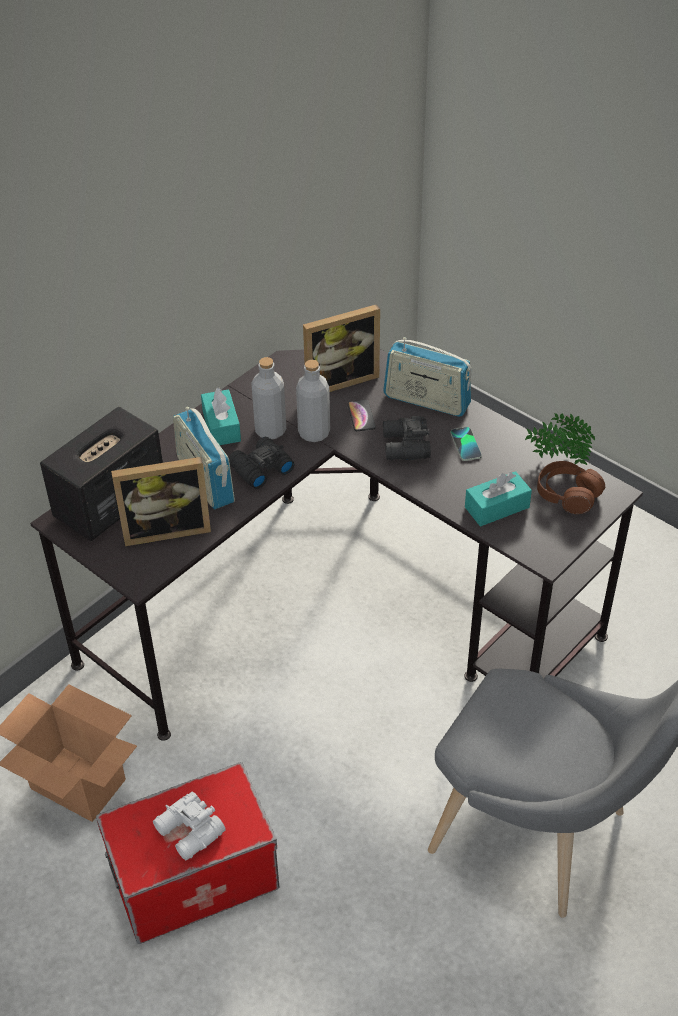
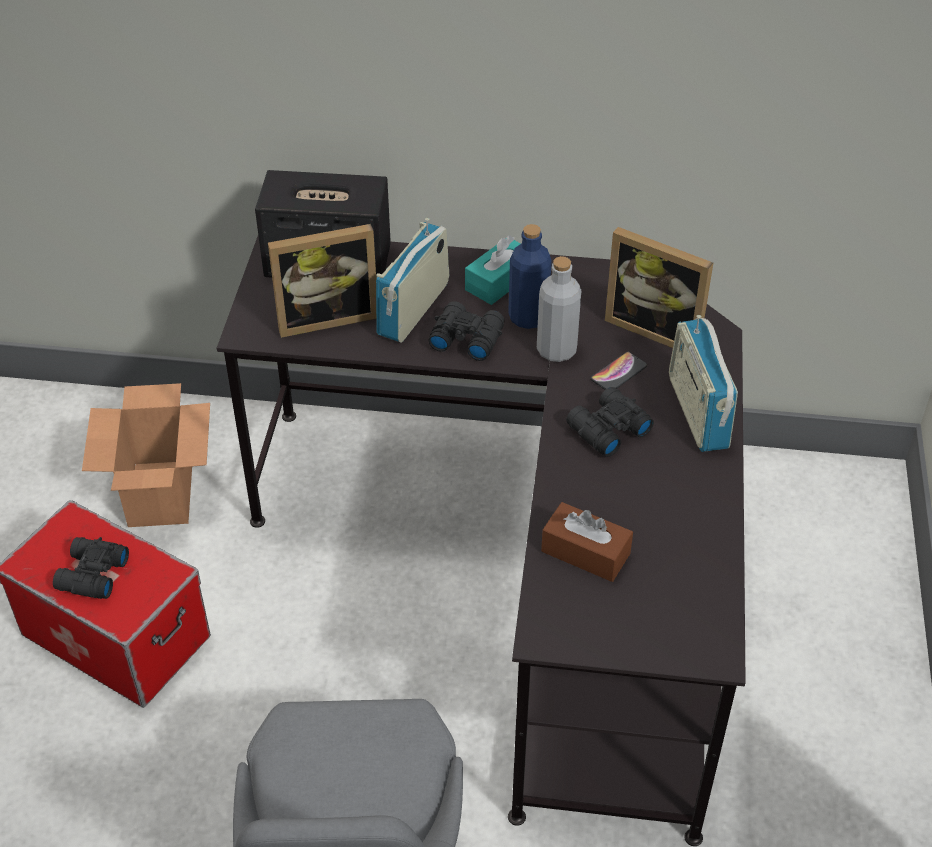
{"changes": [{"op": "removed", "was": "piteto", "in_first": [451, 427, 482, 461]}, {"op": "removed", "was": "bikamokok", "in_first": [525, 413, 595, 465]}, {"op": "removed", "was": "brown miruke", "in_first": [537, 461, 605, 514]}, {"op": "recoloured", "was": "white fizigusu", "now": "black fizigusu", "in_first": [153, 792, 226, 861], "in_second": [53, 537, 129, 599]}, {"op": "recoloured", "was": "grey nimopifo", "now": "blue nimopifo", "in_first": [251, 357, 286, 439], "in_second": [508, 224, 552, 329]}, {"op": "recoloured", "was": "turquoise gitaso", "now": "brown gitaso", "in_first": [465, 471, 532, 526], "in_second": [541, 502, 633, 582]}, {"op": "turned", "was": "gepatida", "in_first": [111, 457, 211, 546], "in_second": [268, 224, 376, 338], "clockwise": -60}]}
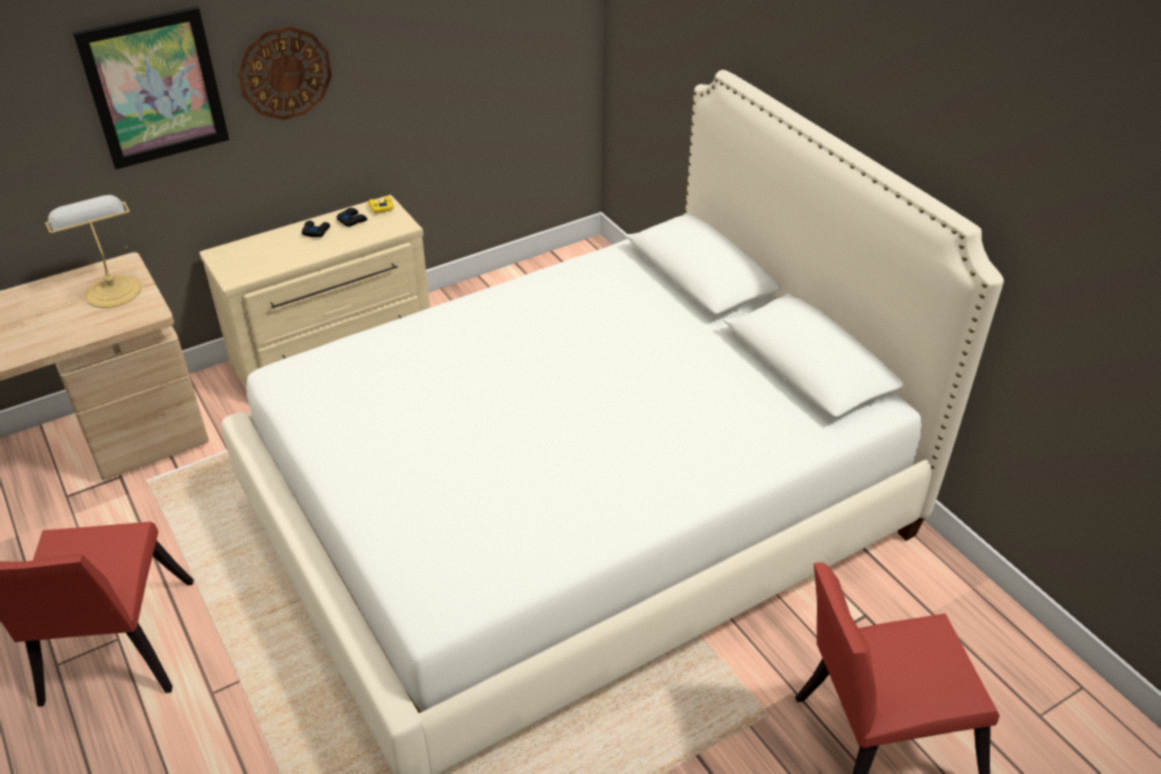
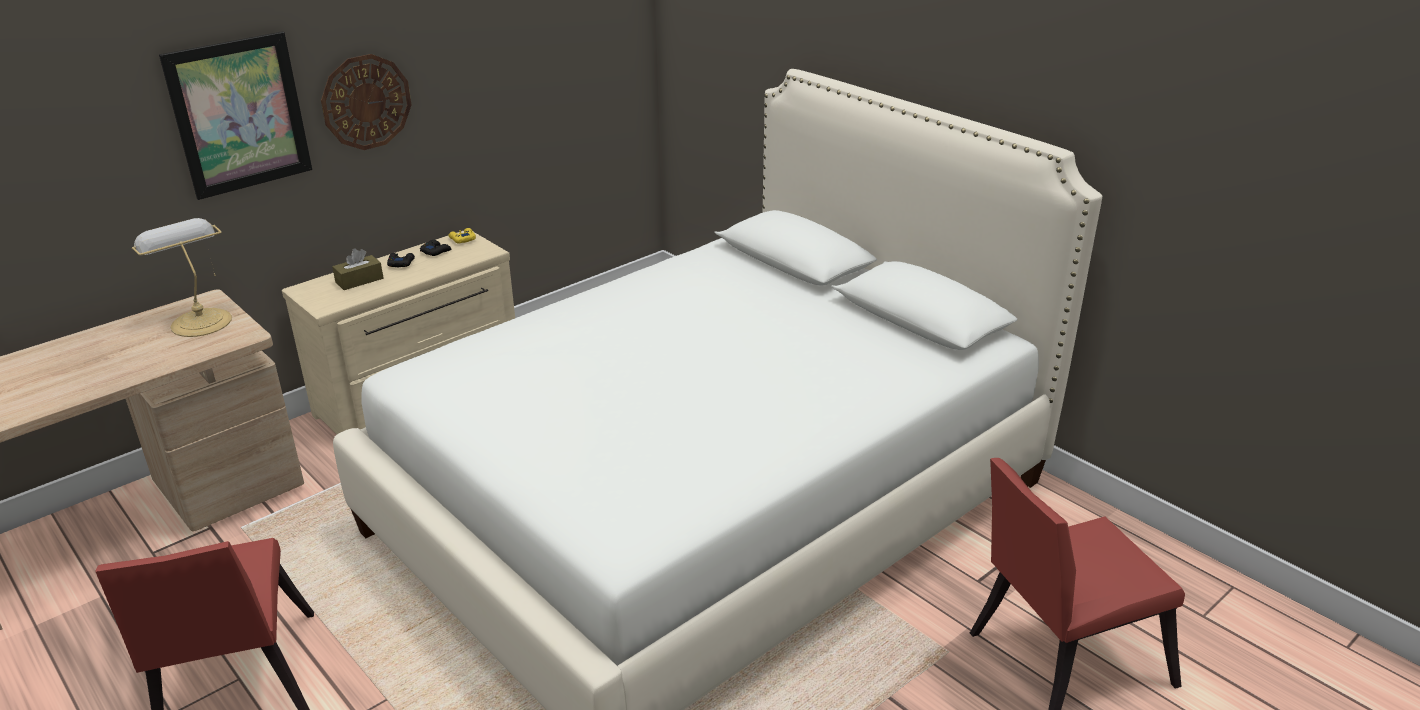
{"changes": [{"op": "added", "now": "brown gitaso", "in_second": [332, 249, 383, 290]}]}
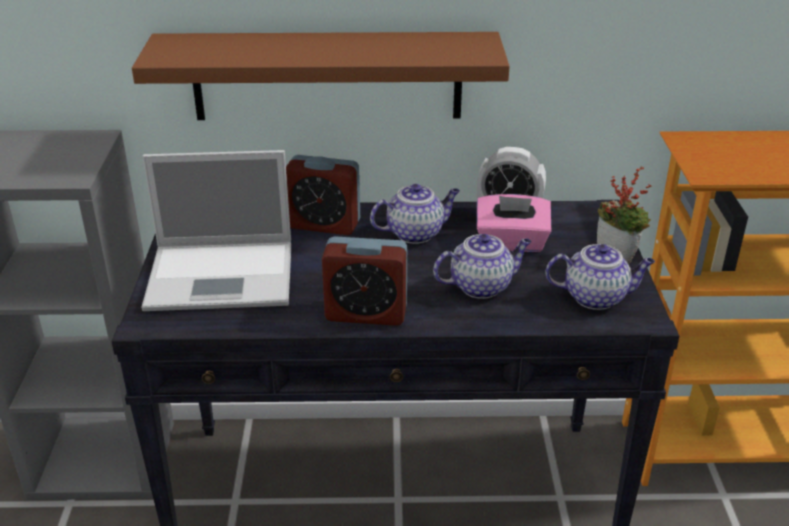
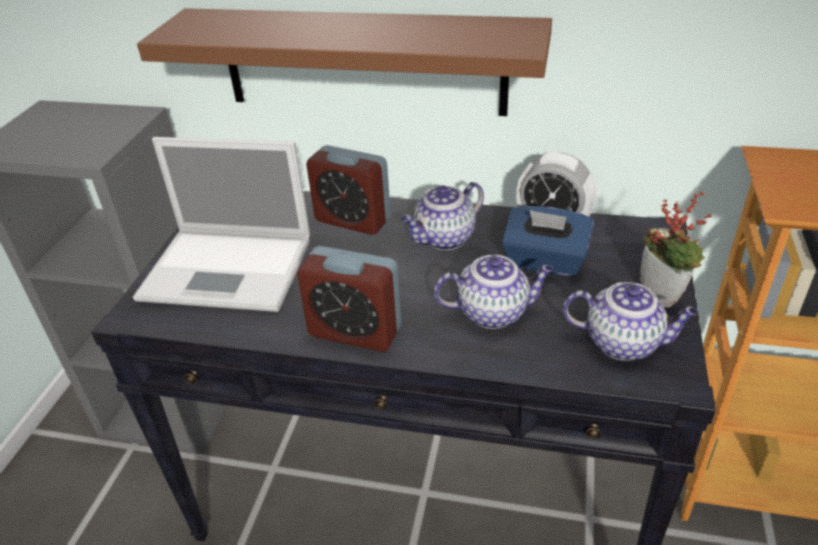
{"changes": [{"op": "recoloured", "was": "pink gitaso", "now": "blue gitaso", "in_first": [477, 194, 551, 252], "in_second": [502, 206, 594, 276]}, {"op": "turned", "was": "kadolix", "in_first": [370, 184, 460, 244], "in_second": [401, 182, 484, 250], "clockwise": 150}]}
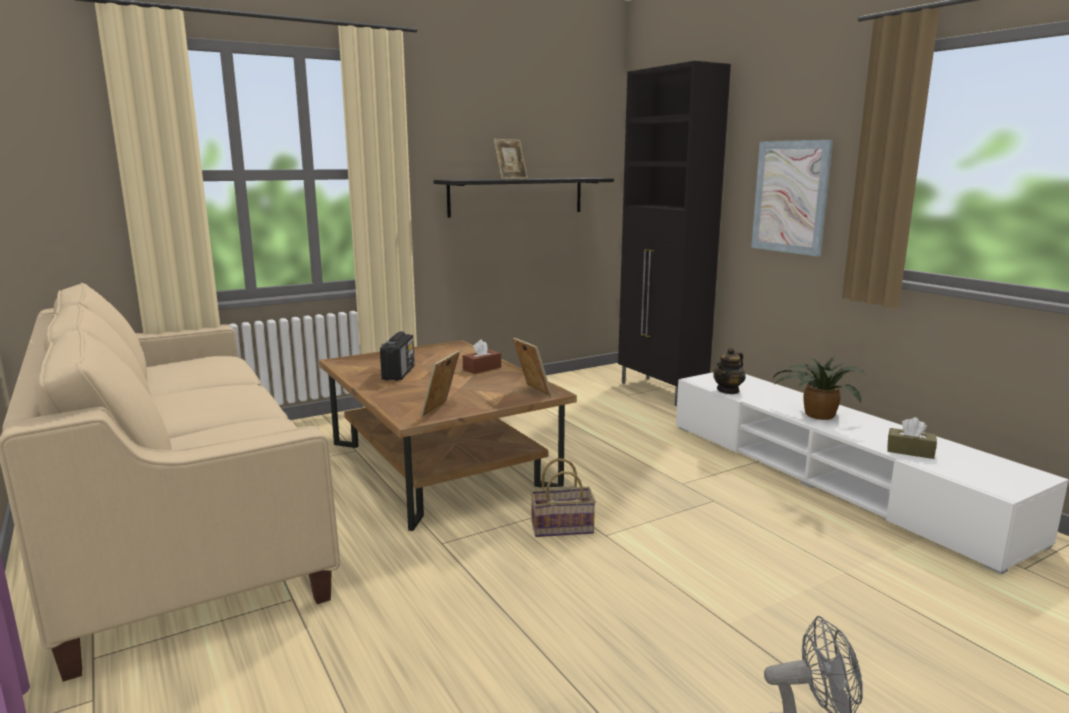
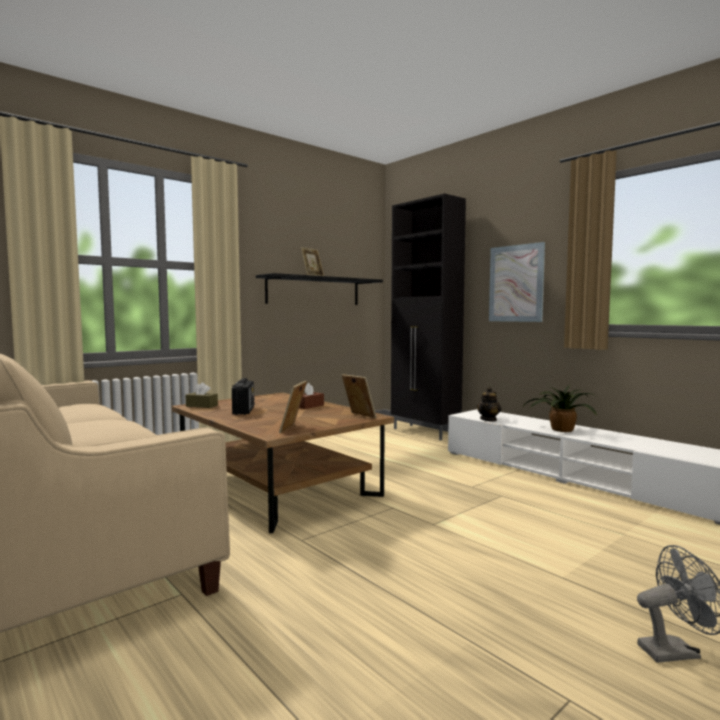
{"changes": [{"op": "removed", "was": "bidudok", "in_first": [530, 458, 596, 537]}, {"op": "moved", "was": "brown gitaso", "in_first": [887, 417, 937, 459], "in_second": [186, 382, 218, 408]}]}
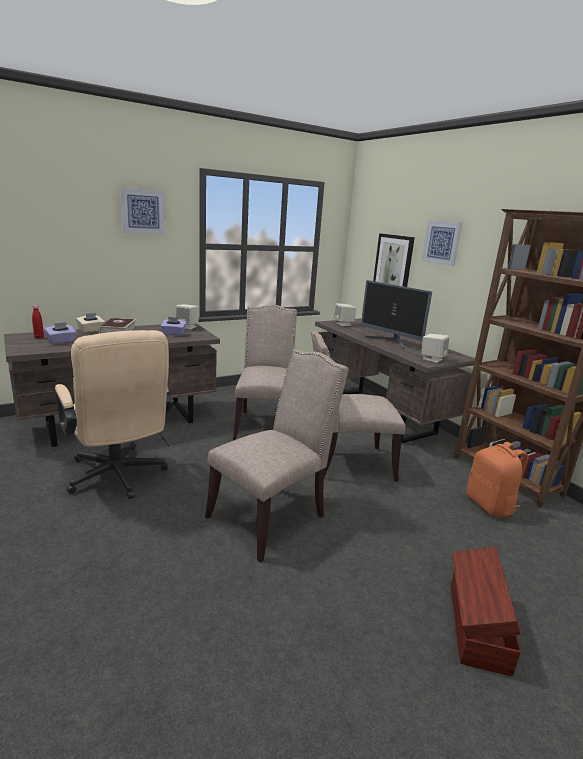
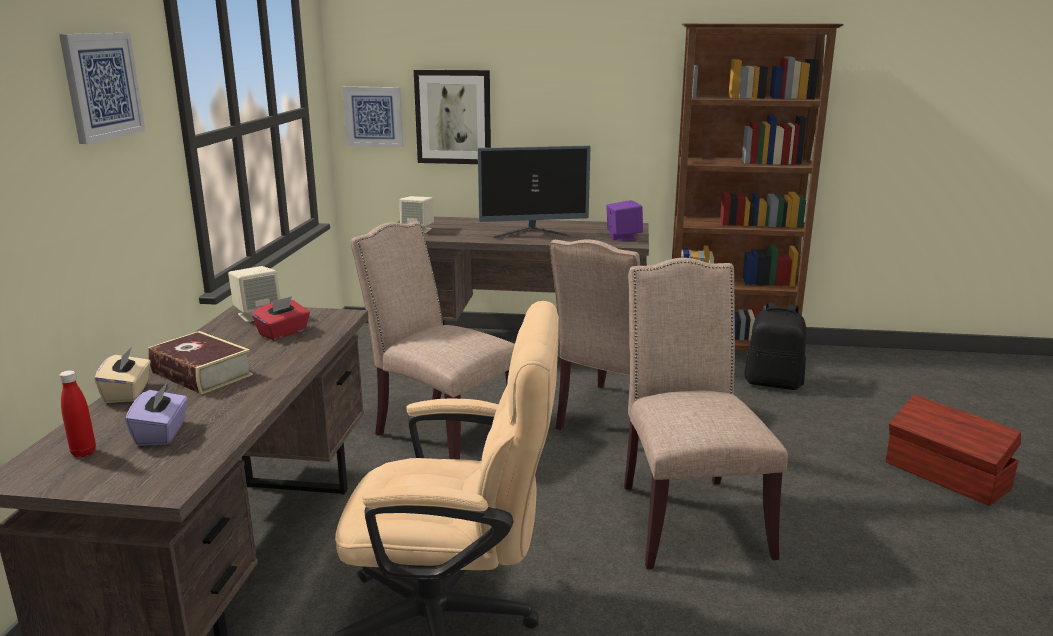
{"changes": [{"op": "moved", "was": "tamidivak", "in_first": [422, 220, 463, 266], "in_second": [342, 87, 403, 147]}, {"op": "recoloured", "was": "purple gitaso", "now": "red gitaso", "in_first": [161, 317, 187, 336], "in_second": [252, 296, 310, 340]}, {"op": "recoloured", "was": "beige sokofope", "now": "purple sokofope", "in_first": [421, 334, 449, 363], "in_second": [606, 200, 643, 241]}, {"op": "recoloured", "was": "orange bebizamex", "now": "black bebizamex", "in_first": [467, 442, 528, 518], "in_second": [744, 303, 806, 390]}]}
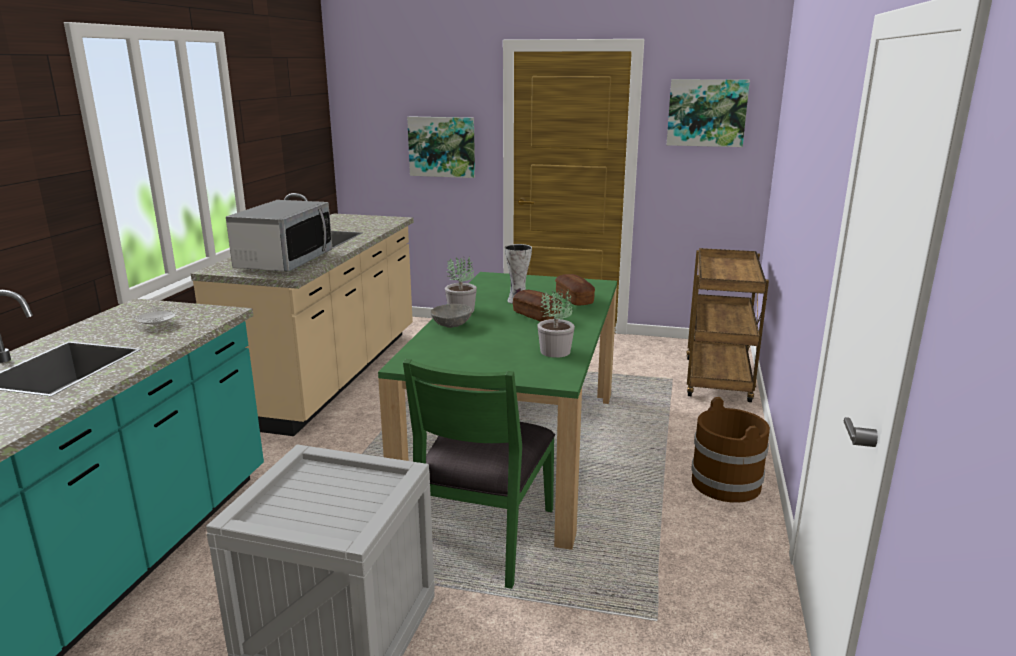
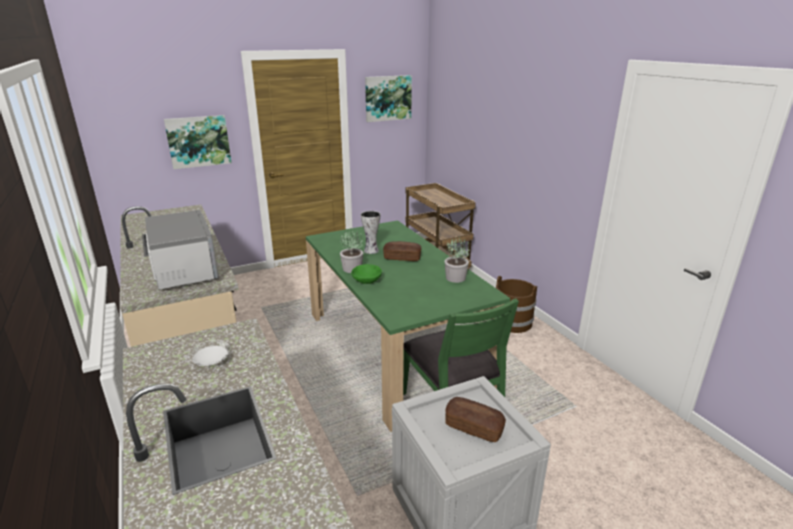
{"changes": [{"op": "moved", "was": "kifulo", "in_first": [555, 274, 595, 305], "in_second": [445, 397, 506, 442]}, {"op": "recoloured", "was": "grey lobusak", "now": "green lobusak", "in_first": [430, 304, 472, 328], "in_second": [351, 264, 382, 284]}]}
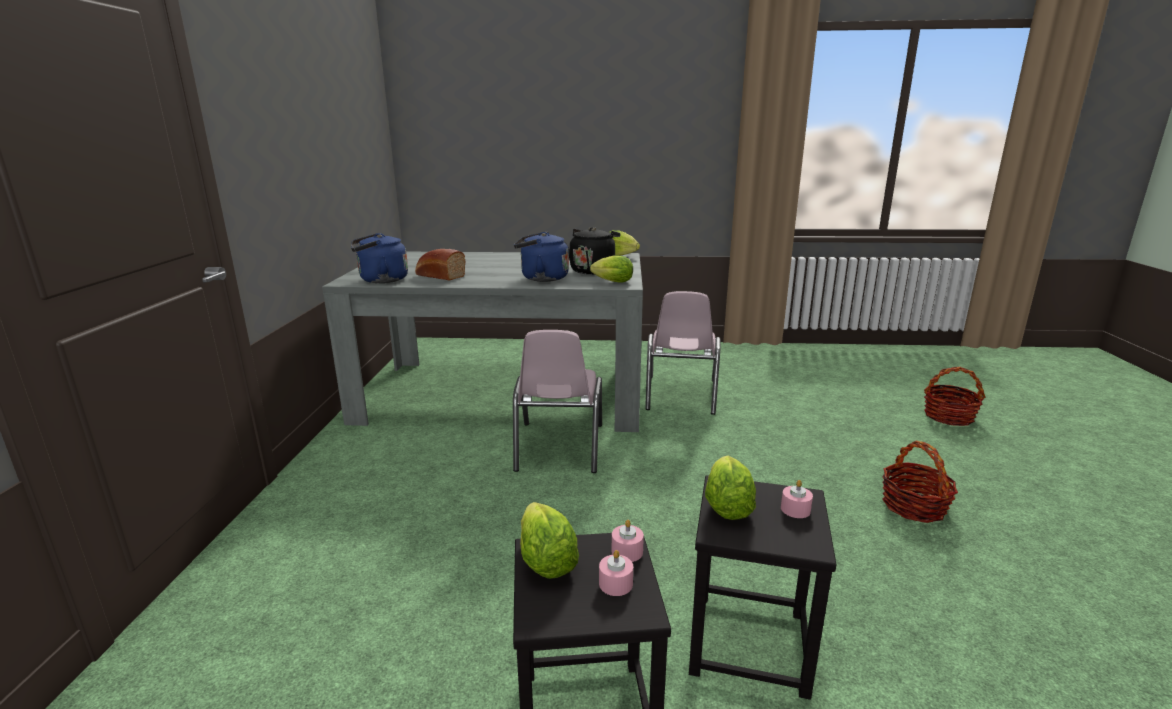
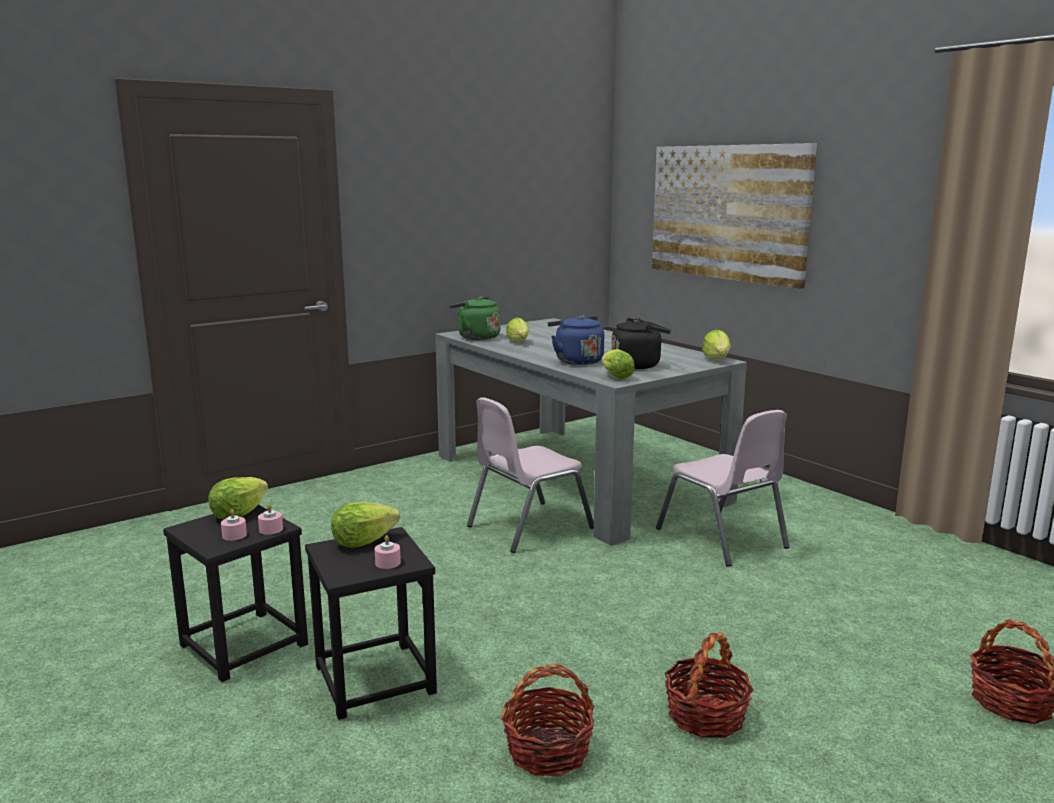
{"changes": [{"op": "added", "now": "bidudok", "in_second": [501, 664, 595, 777]}, {"op": "added", "now": "tamidivak", "in_second": [652, 143, 817, 289]}, {"op": "replaced", "was": "kifulo", "now": "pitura", "in_first": [415, 249, 465, 281], "in_second": [506, 318, 529, 342]}, {"op": "recoloured", "was": "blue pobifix", "now": "green pobifix", "in_first": [351, 233, 408, 283], "in_second": [449, 296, 501, 340]}, {"op": "turned", "was": "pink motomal", "in_first": [645, 291, 721, 415], "in_second": [656, 410, 789, 567], "clockwise": -90}]}
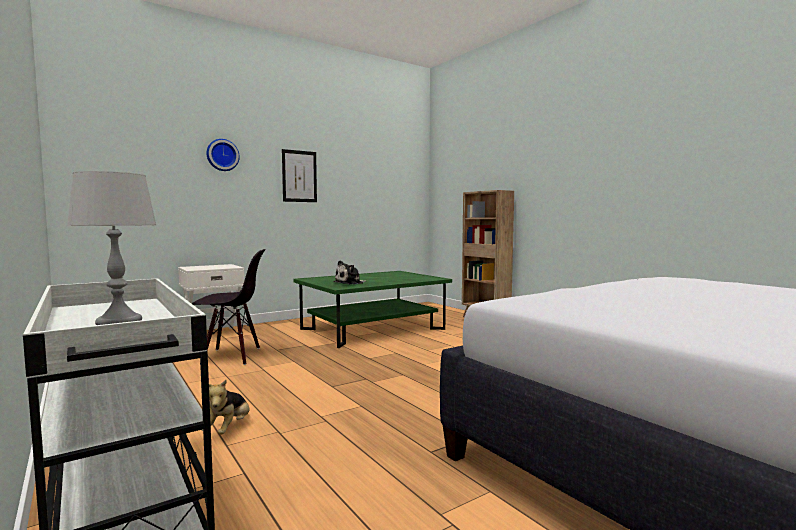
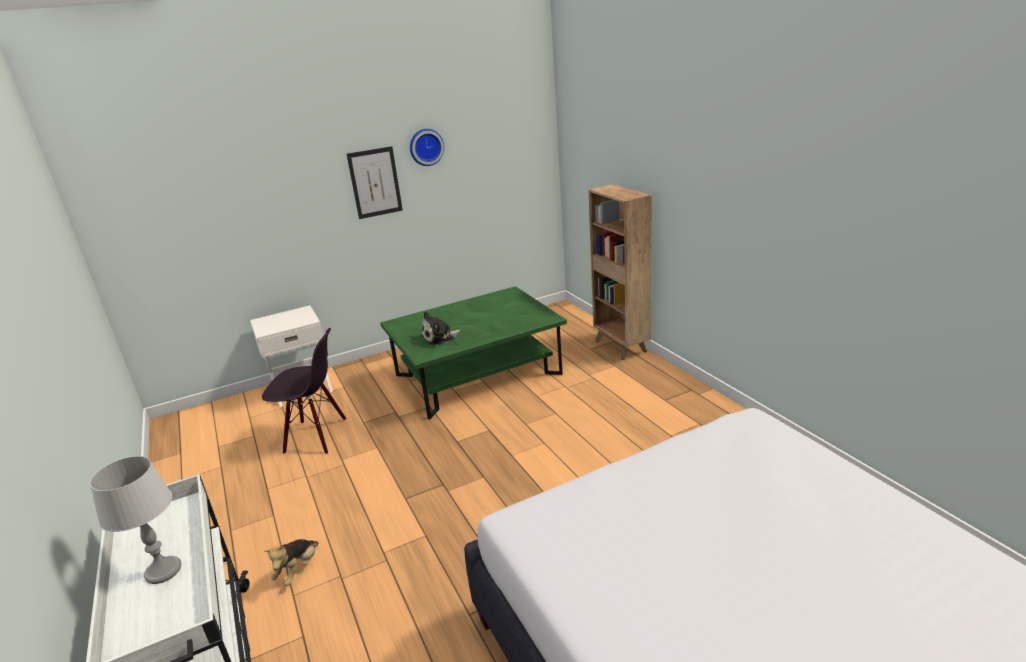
{"changes": [{"op": "moved", "was": "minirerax", "in_first": [207, 139, 240, 171], "in_second": [410, 129, 444, 166]}]}
